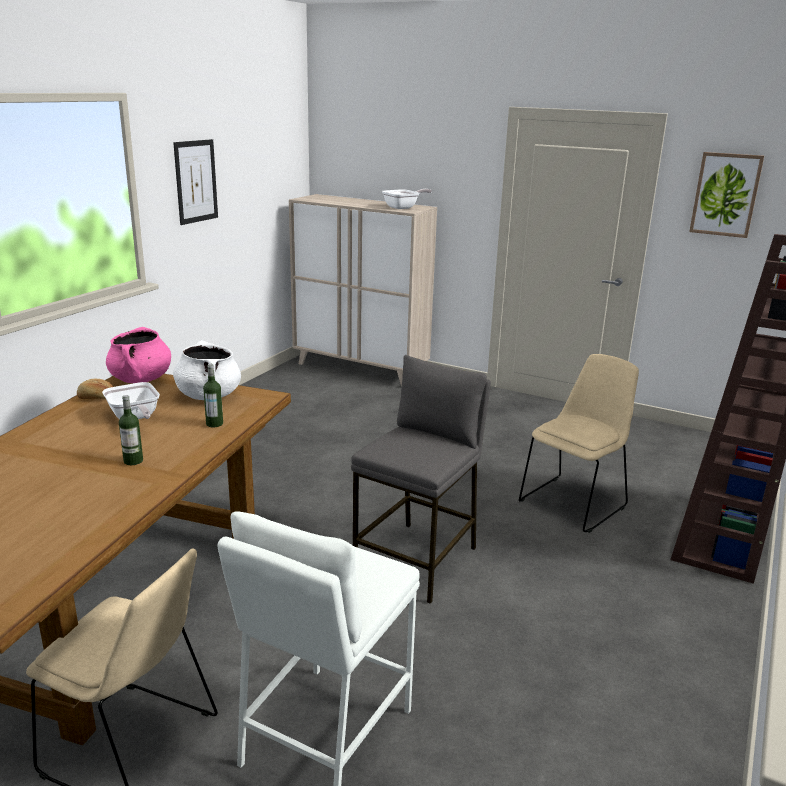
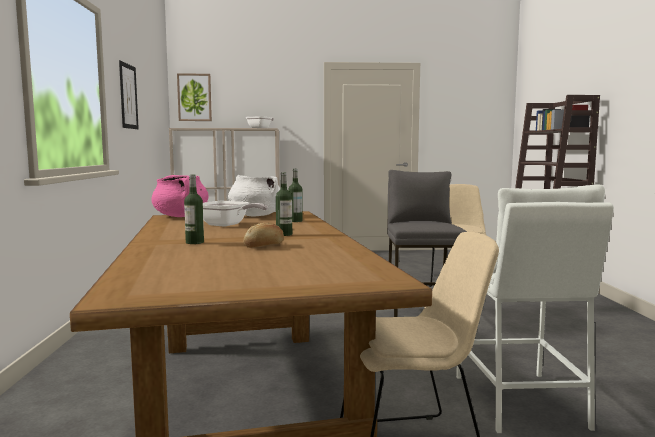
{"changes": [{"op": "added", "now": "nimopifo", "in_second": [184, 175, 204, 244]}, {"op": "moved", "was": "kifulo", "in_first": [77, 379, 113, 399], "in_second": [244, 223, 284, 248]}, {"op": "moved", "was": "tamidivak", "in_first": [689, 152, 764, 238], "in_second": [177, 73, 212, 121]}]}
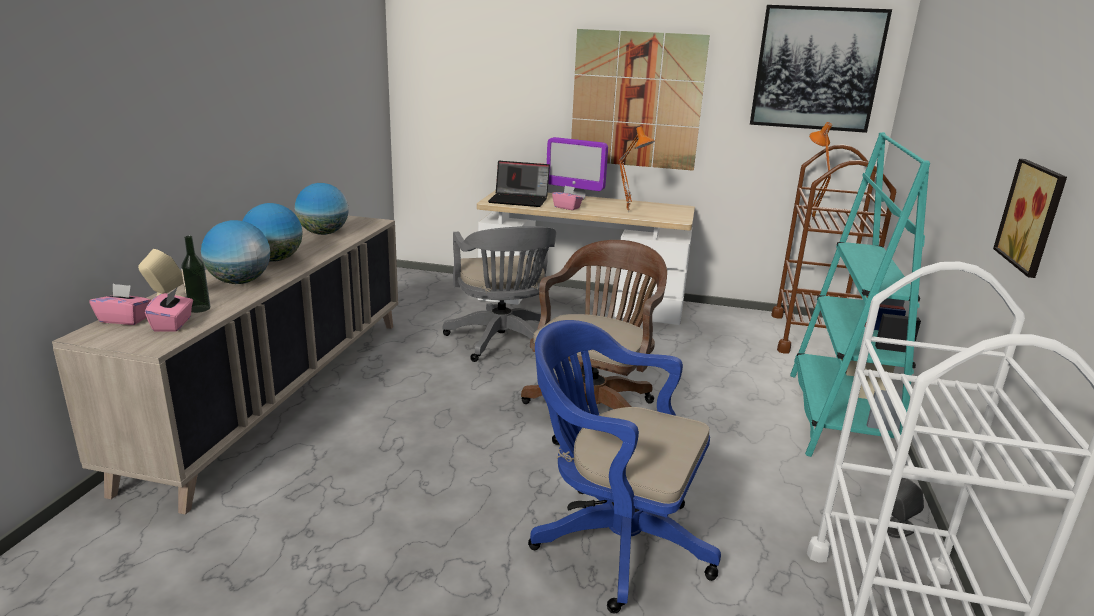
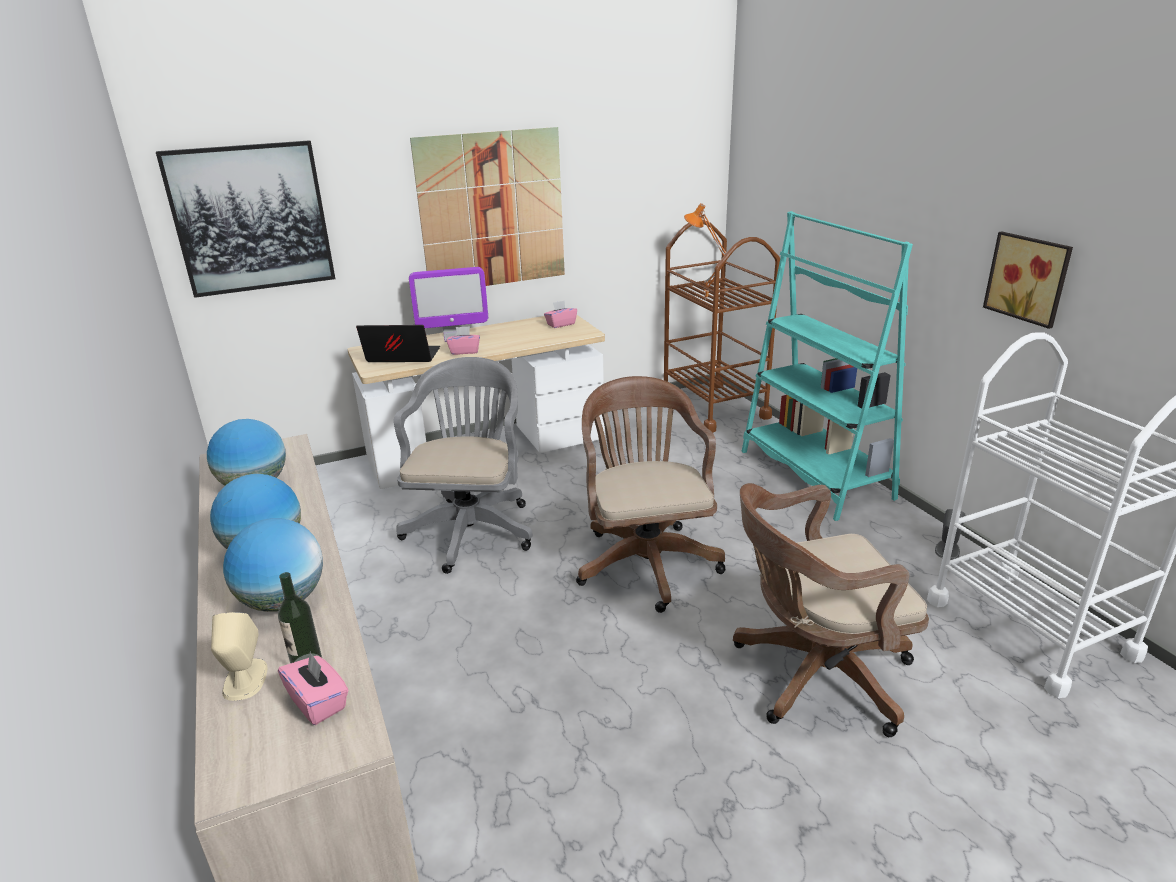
{"changes": [{"op": "removed", "was": "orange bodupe", "in_first": [619, 126, 655, 212]}, {"op": "moved", "was": "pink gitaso", "in_first": [89, 284, 151, 325], "in_second": [544, 301, 577, 328]}, {"op": "moved", "was": "tamidivak", "in_first": [750, 5, 892, 133], "in_second": [156, 140, 335, 298]}, {"op": "recoloured", "was": "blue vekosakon", "now": "brown vekosakon", "in_first": [528, 320, 721, 613], "in_second": [733, 483, 929, 737]}, {"op": "turned", "was": "grey vekosakon", "in_first": [443, 226, 556, 362], "in_second": [394, 357, 533, 574], "clockwise": -120}, {"op": "turned", "was": "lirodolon", "in_first": [488, 161, 550, 207], "in_second": [356, 325, 440, 362], "clockwise": -150}]}
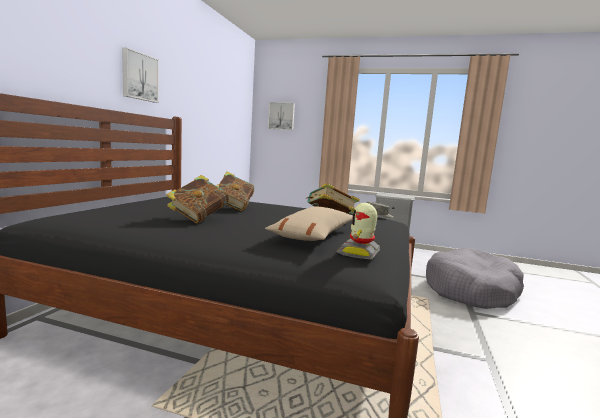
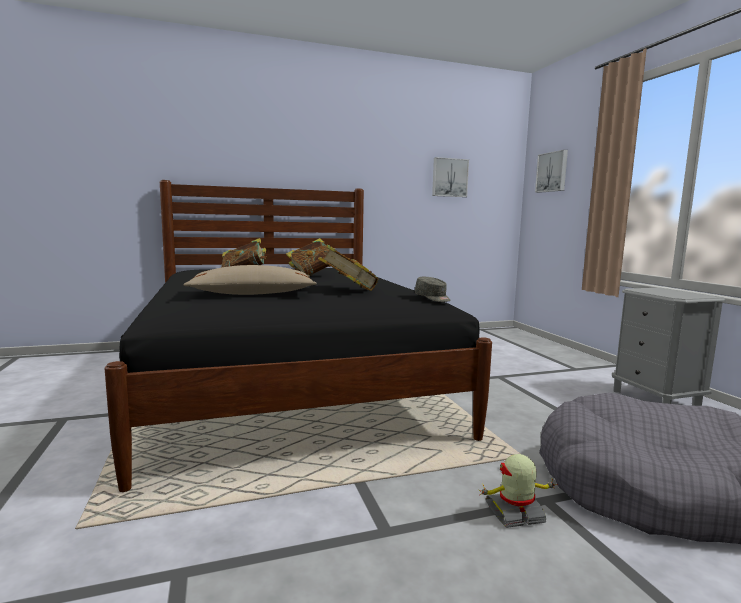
{"changes": [{"op": "moved", "was": "tamidivak", "in_first": [122, 48, 159, 103], "in_second": [432, 157, 469, 197]}, {"op": "moved", "was": "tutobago", "in_first": [336, 203, 380, 260], "in_second": [479, 454, 558, 528]}]}
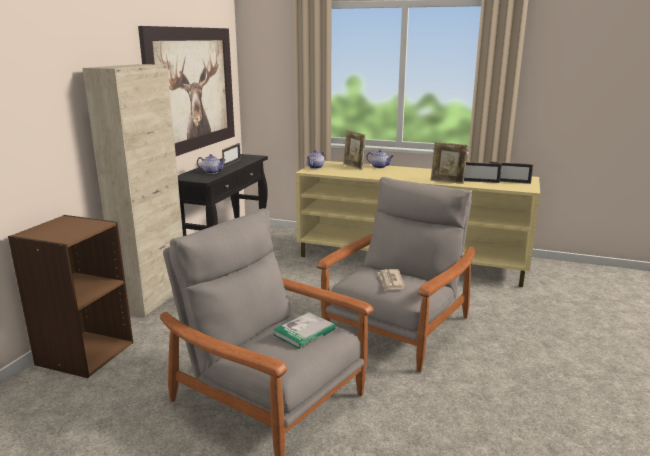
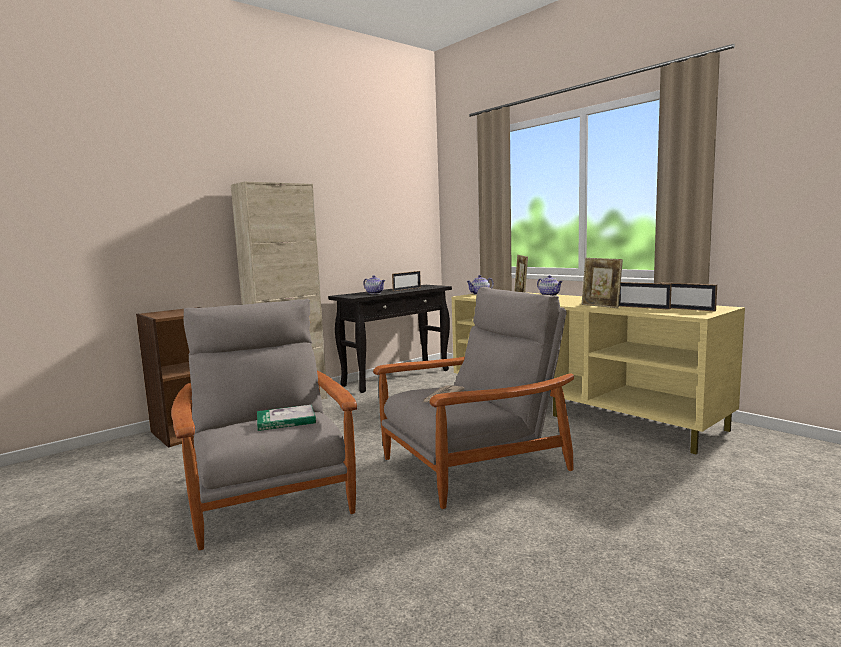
{"changes": [{"op": "removed", "was": "tamidivak", "in_first": [138, 26, 235, 156]}]}
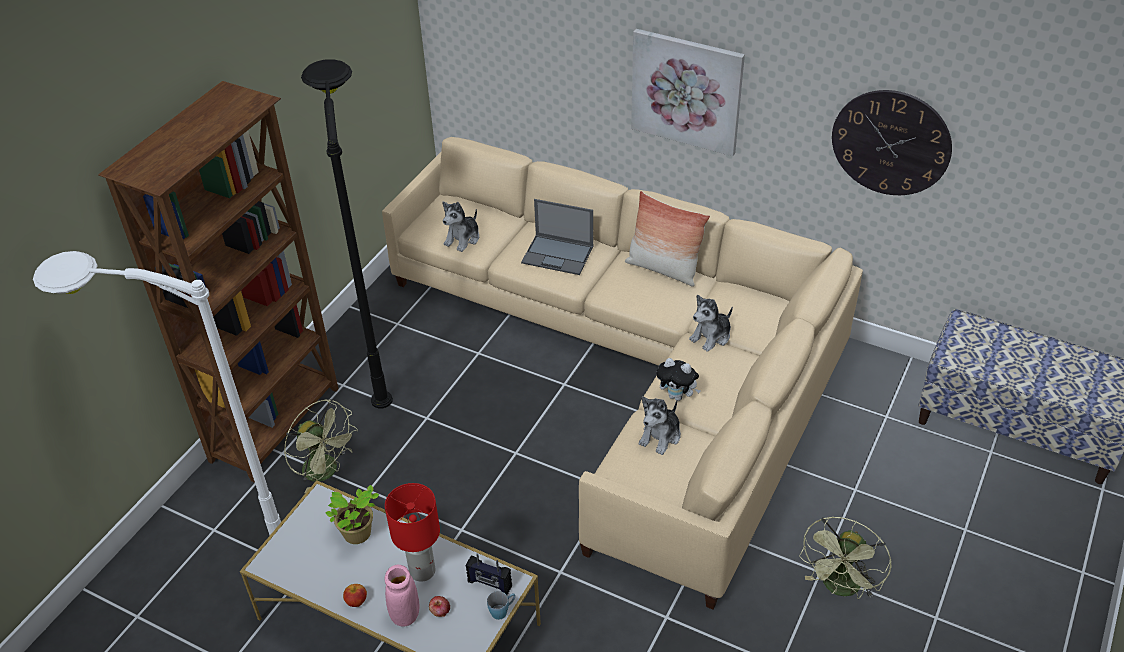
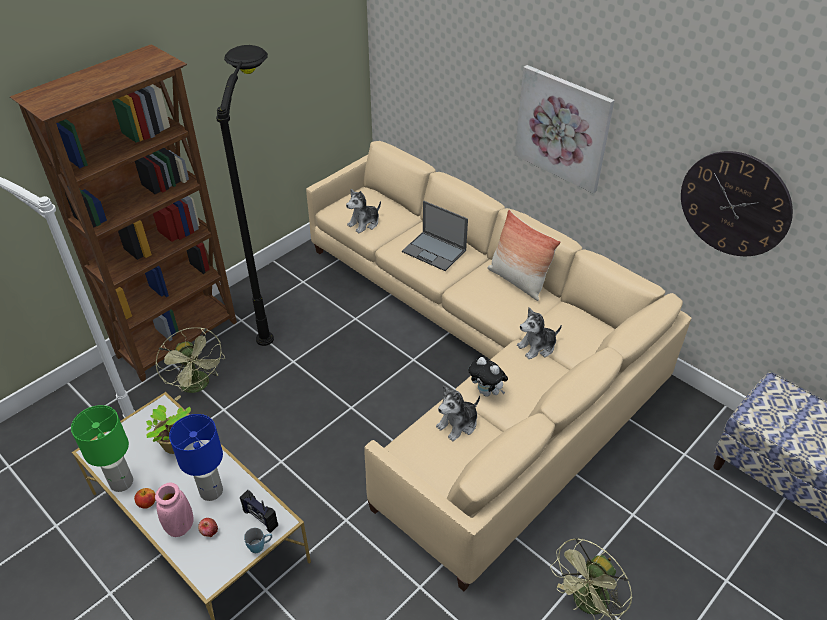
{"changes": [{"op": "added", "now": "green bodupe", "in_second": [71, 405, 133, 492]}, {"op": "recoloured", "was": "red bodupe", "now": "blue bodupe", "in_first": [385, 483, 440, 582], "in_second": [169, 414, 223, 501]}]}
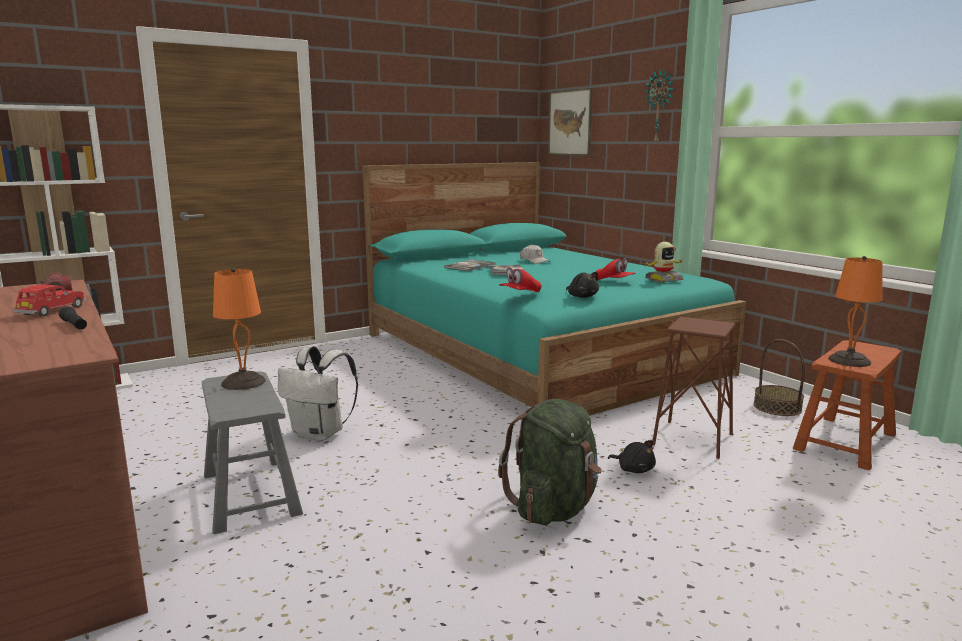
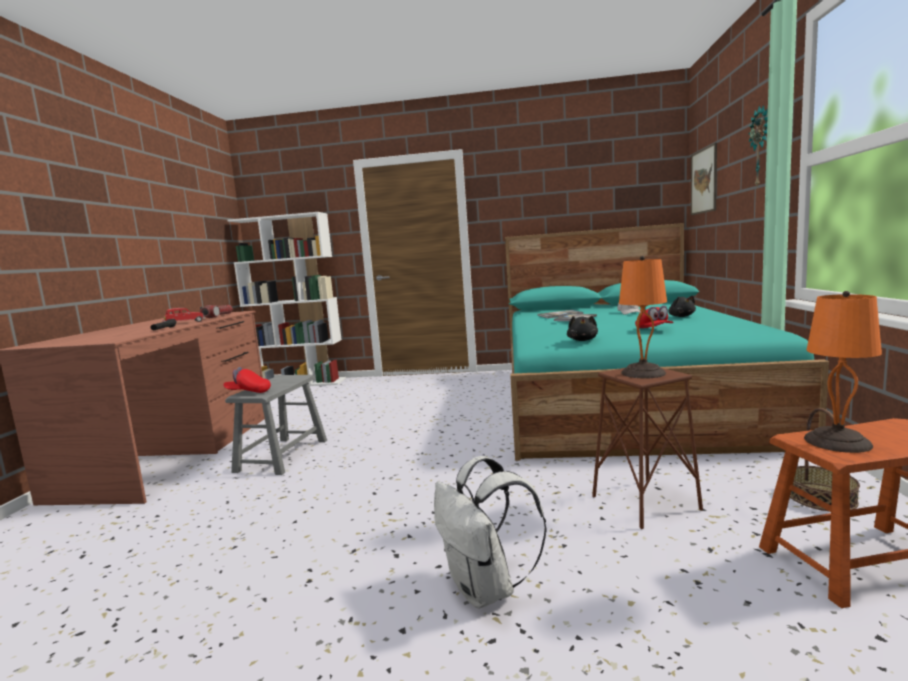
{"changes": [{"op": "removed", "was": "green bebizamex", "in_first": [498, 399, 602, 525]}, {"op": "removed", "was": "tutobago", "in_first": [645, 242, 683, 283]}, {"op": "moved", "was": "orange bodupe", "in_first": [213, 268, 266, 390], "in_second": [619, 256, 667, 379]}, {"op": "moved", "was": "white bebizamex", "in_first": [278, 346, 358, 441], "in_second": [434, 456, 547, 609]}, {"op": "moved", "was": "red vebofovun", "in_first": [499, 267, 541, 292], "in_second": [223, 367, 271, 393]}, {"op": "moved", "was": "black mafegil", "in_first": [608, 440, 656, 473], "in_second": [668, 296, 696, 317]}]}
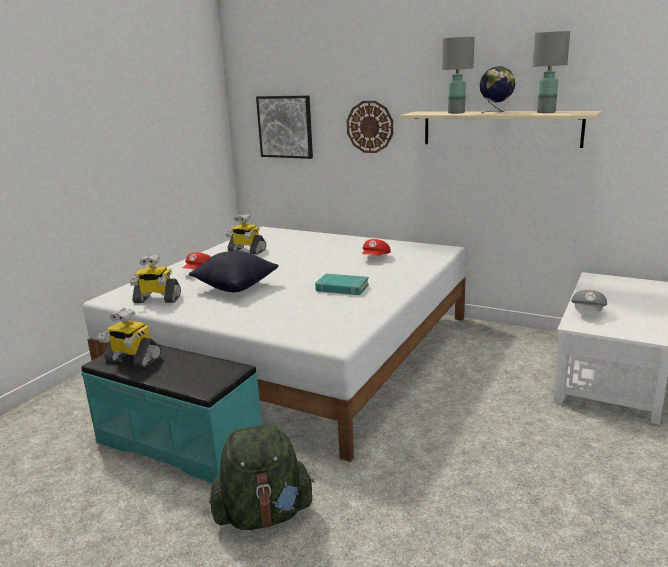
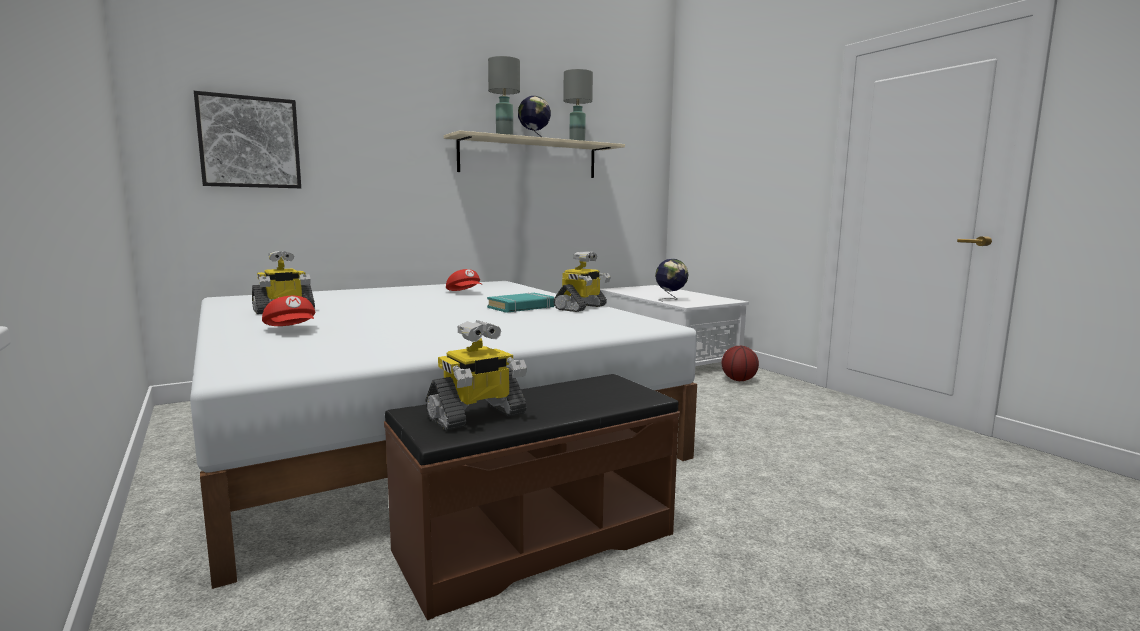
{"changes": [{"op": "removed", "was": "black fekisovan", "in_first": [189, 251, 279, 292]}, {"op": "removed", "was": "green bebizamex", "in_first": [209, 424, 314, 530]}, {"op": "removed", "was": "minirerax", "in_first": [347, 101, 393, 153]}, {"op": "added", "now": "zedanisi", "in_second": [722, 346, 759, 381]}, {"op": "moved", "was": "tutobago", "in_first": [130, 254, 181, 303], "in_second": [554, 251, 611, 312]}, {"op": "replaced", "was": "grey vebofovun", "now": "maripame", "in_first": [571, 290, 607, 311], "in_second": [655, 259, 689, 301]}, {"op": "recoloured", "was": "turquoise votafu", "now": "brown votafu", "in_first": [81, 344, 262, 483], "in_second": [384, 374, 680, 620]}]}
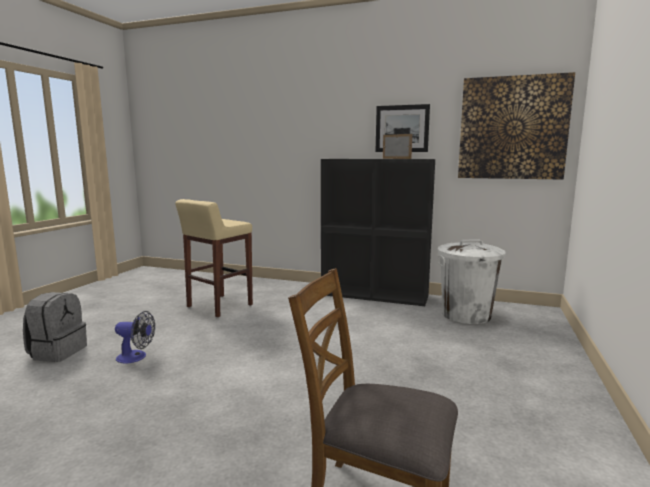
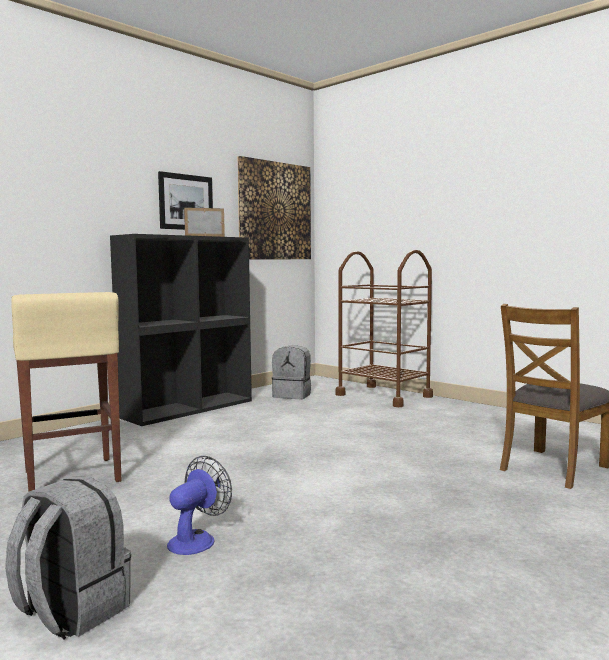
{"changes": [{"op": "added", "now": "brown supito", "in_second": [335, 250, 433, 407]}, {"op": "replaced", "was": "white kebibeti", "now": "grey bebizamex", "in_first": [437, 239, 506, 324], "in_second": [272, 345, 311, 399]}]}
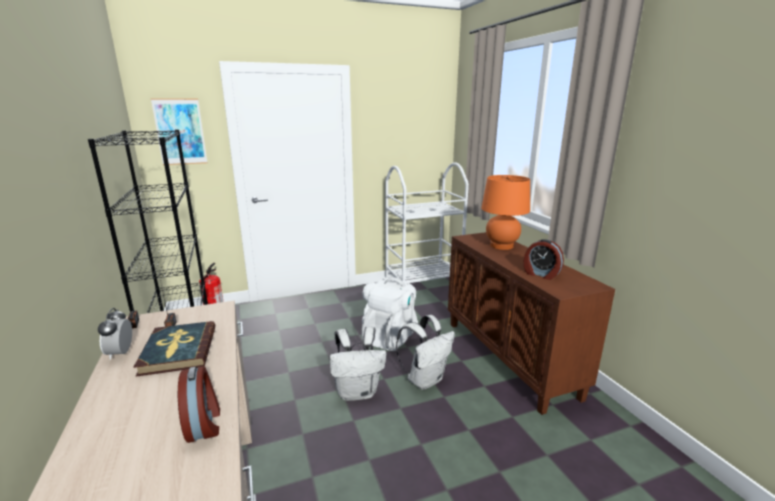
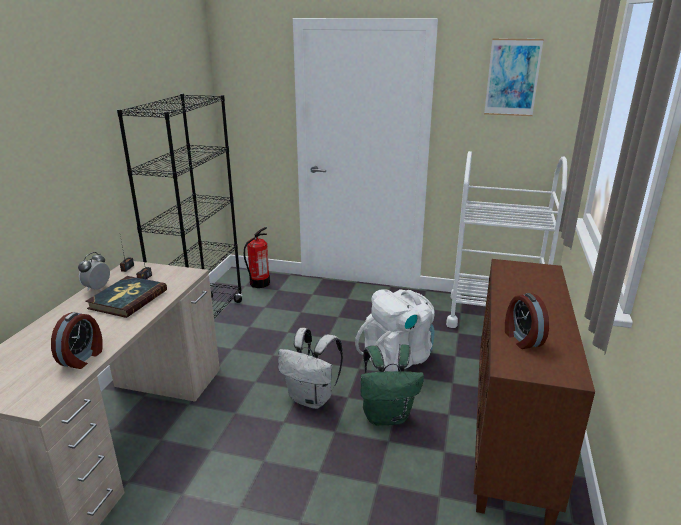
{"changes": [{"op": "removed", "was": "orange bodupe", "in_first": [481, 175, 530, 250]}, {"op": "moved", "was": "tamidivak", "in_first": [151, 98, 207, 165], "in_second": [484, 38, 544, 116]}, {"op": "recoloured", "was": "white bebizamex", "now": "green bebizamex", "in_first": [396, 315, 455, 390], "in_second": [361, 344, 424, 425]}]}
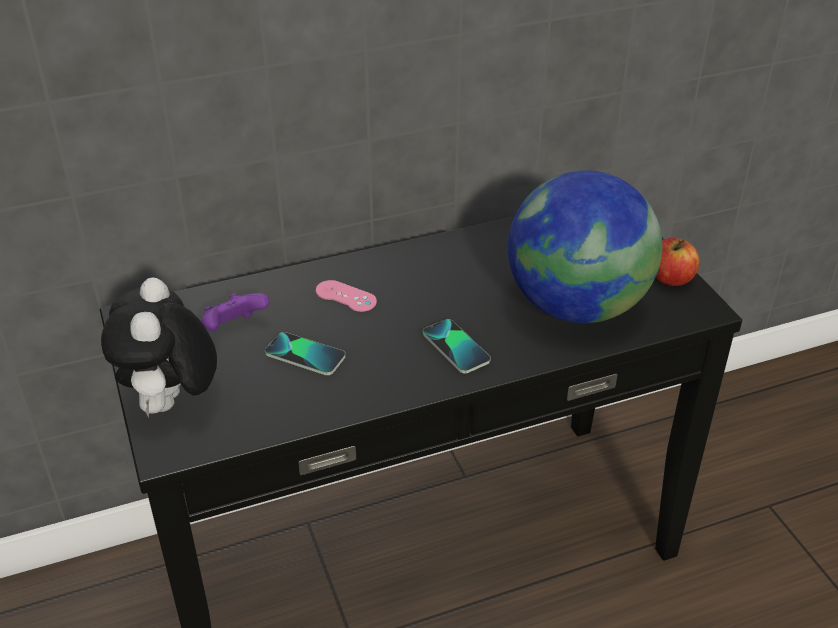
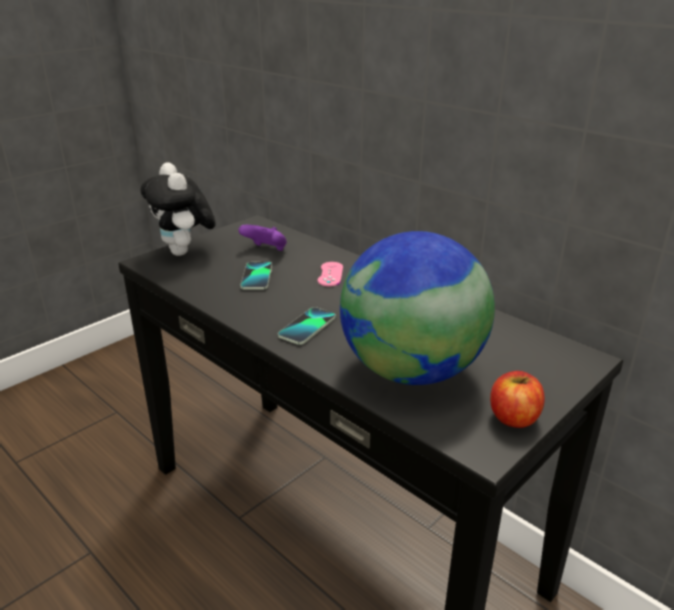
{"changes": [{"op": "turned", "was": "mafegil", "in_first": [101, 277, 217, 418], "in_second": [140, 162, 216, 256], "clockwise": -90}]}
